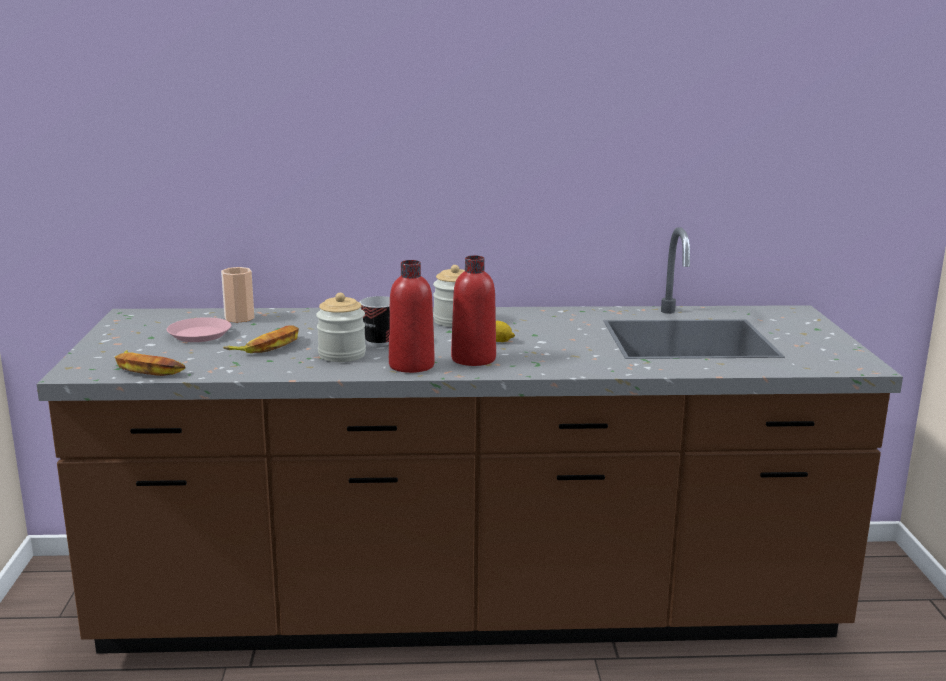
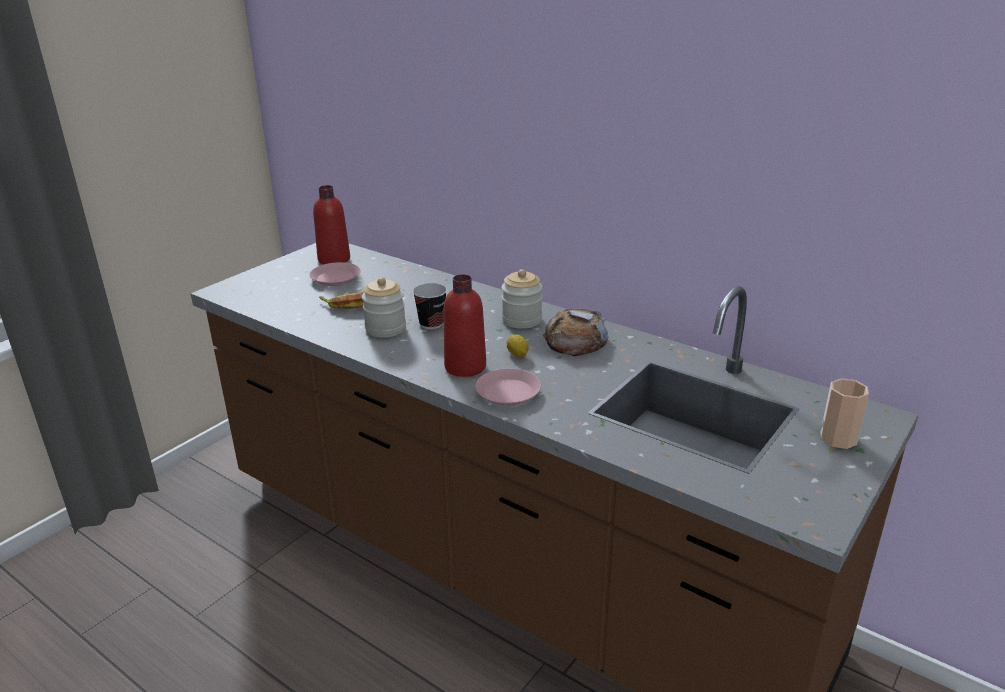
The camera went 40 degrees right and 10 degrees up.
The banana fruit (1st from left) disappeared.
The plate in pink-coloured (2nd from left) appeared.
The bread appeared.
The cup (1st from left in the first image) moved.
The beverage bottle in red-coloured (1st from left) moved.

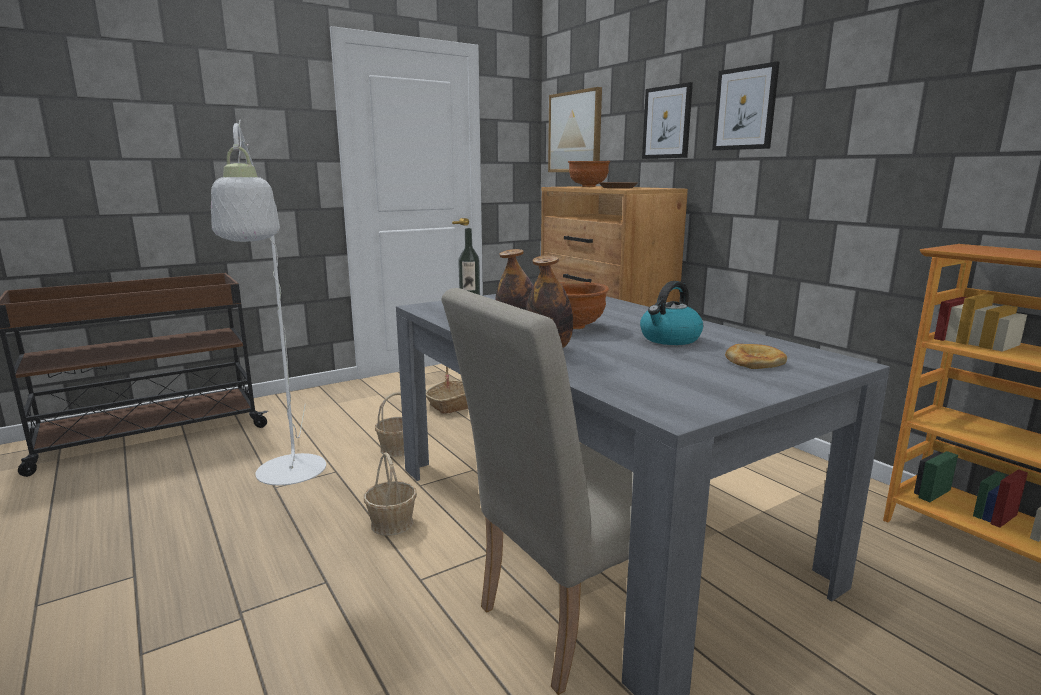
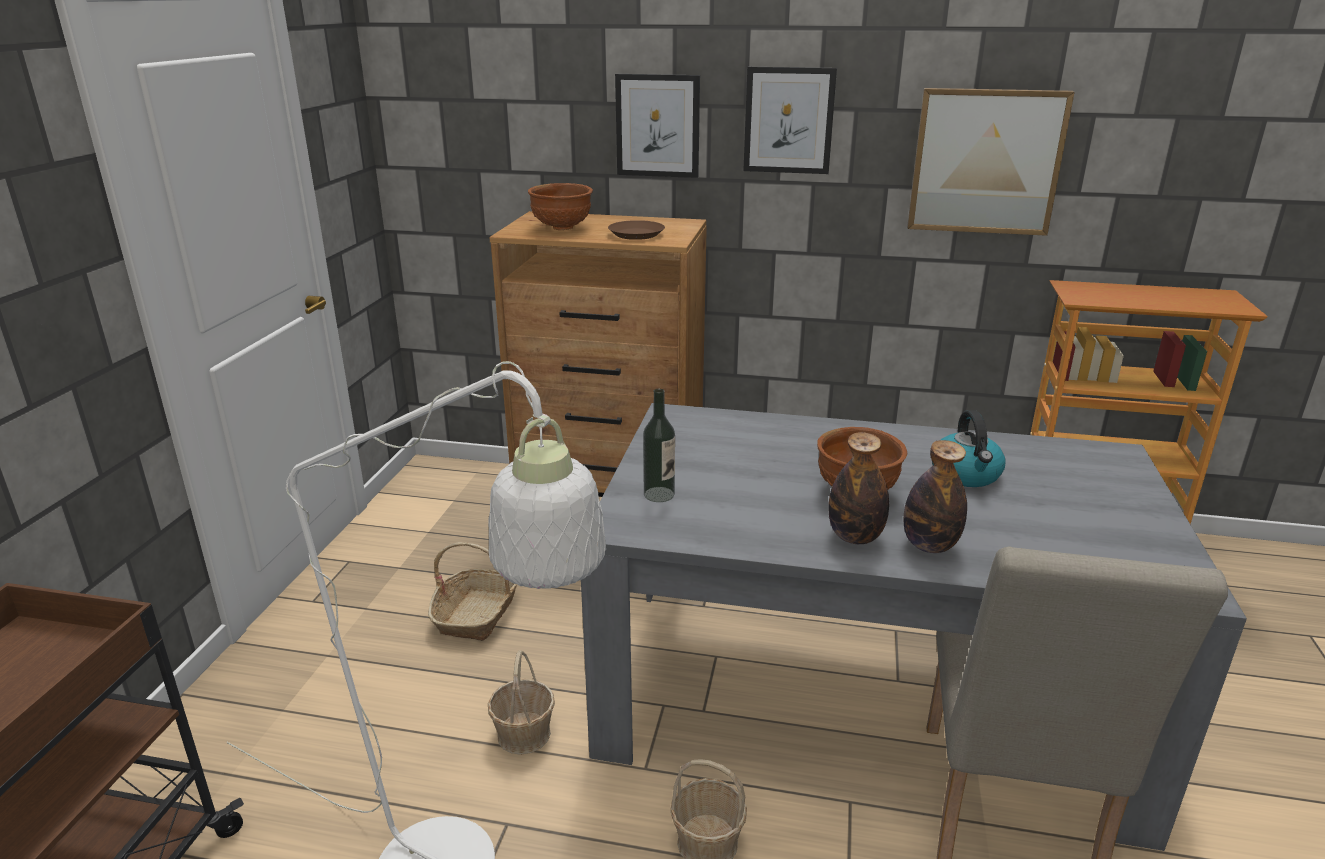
The camera went 45 degrees left and 10 degrees up.
The bread disappeared.
The picture (1st from left in the first image) moved.

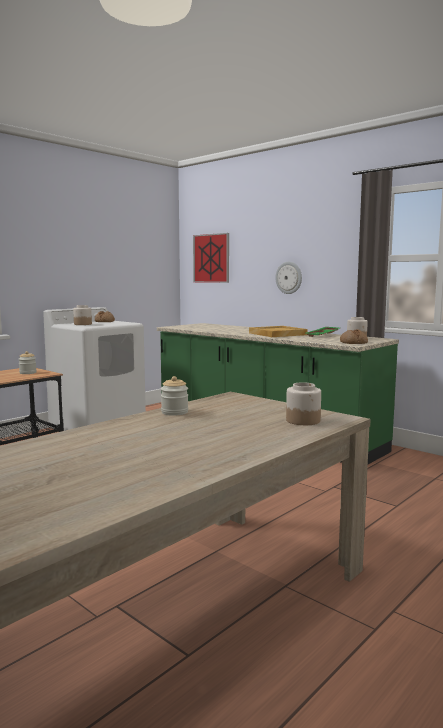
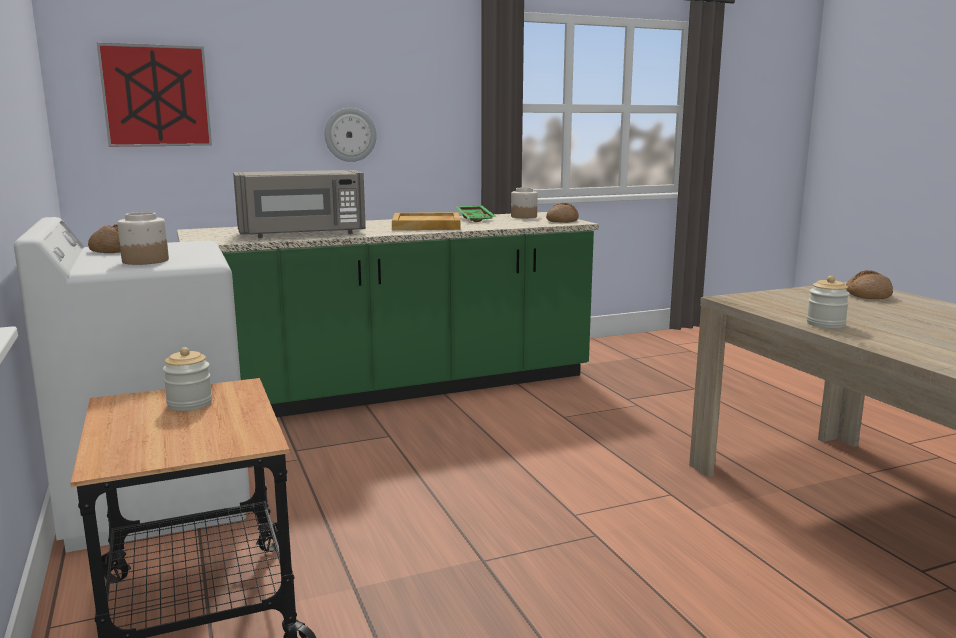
The camera went 65 degrees left and 5 degrees up.
The kitchen microwave in gray appeared.
The preserve jar (4th from left) was replaced by the bread (3rd from left).

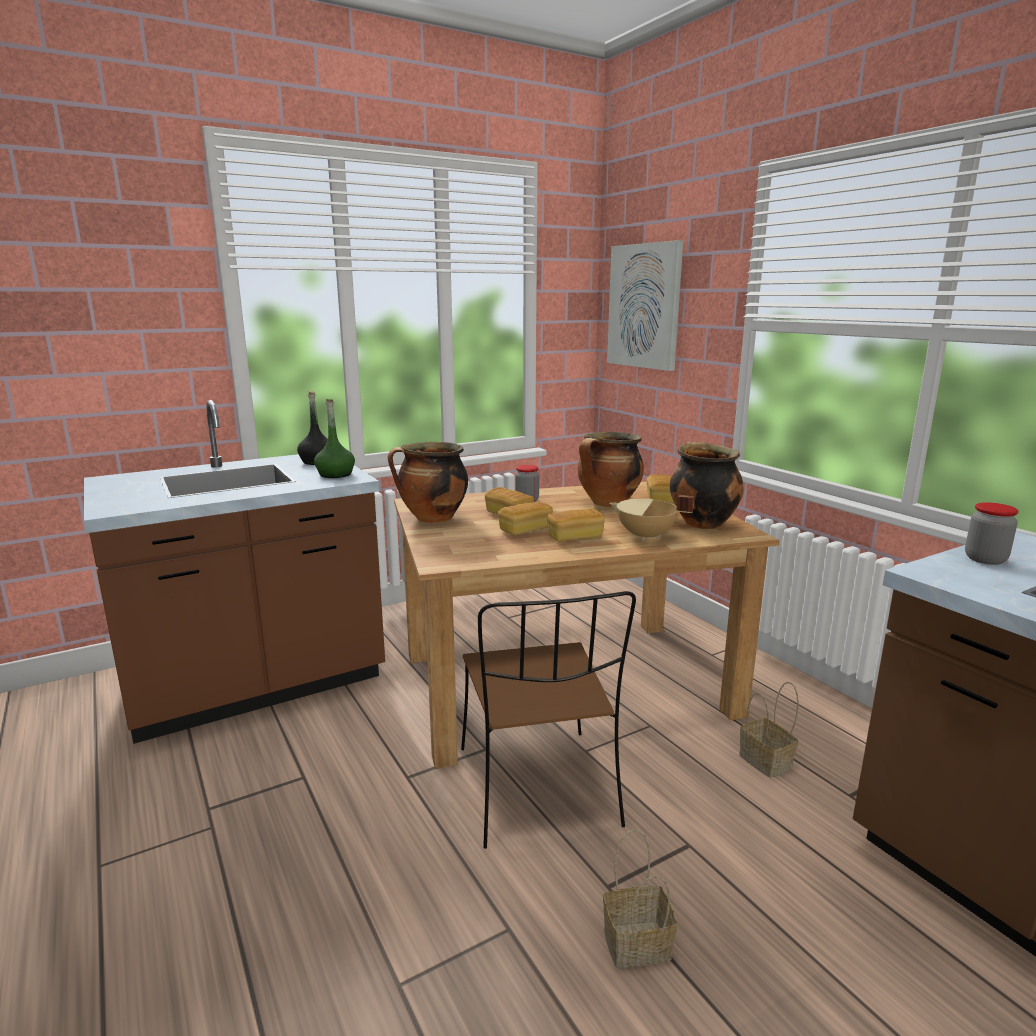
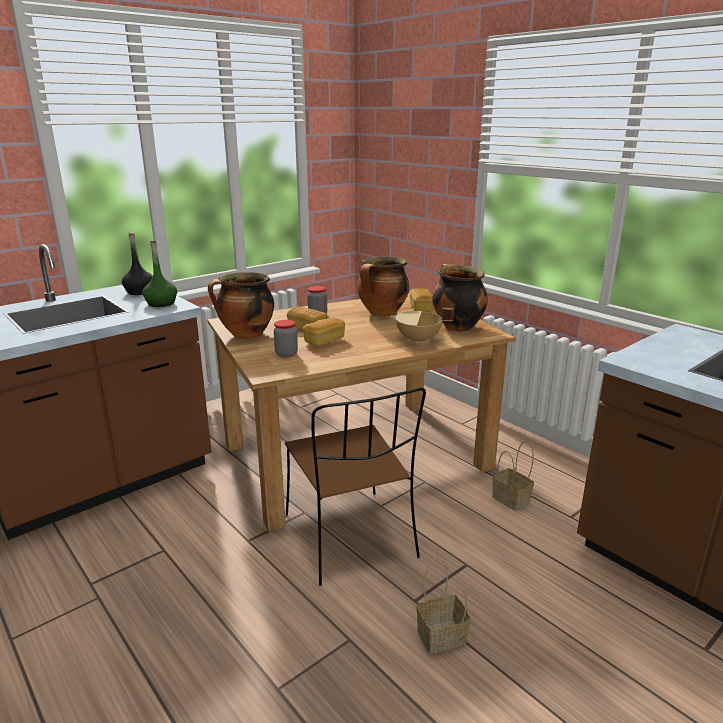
The camera went 10 degrees left and 5 degrees up.
The bread (3rd from left) disappeared.
The picture disappeared.
The preserve jar (2nd from left in the first image) moved.

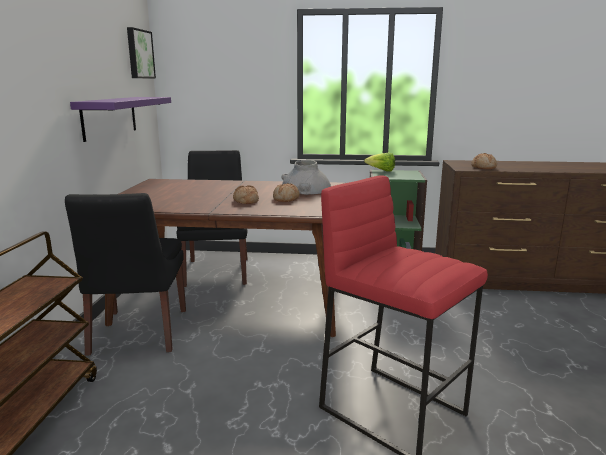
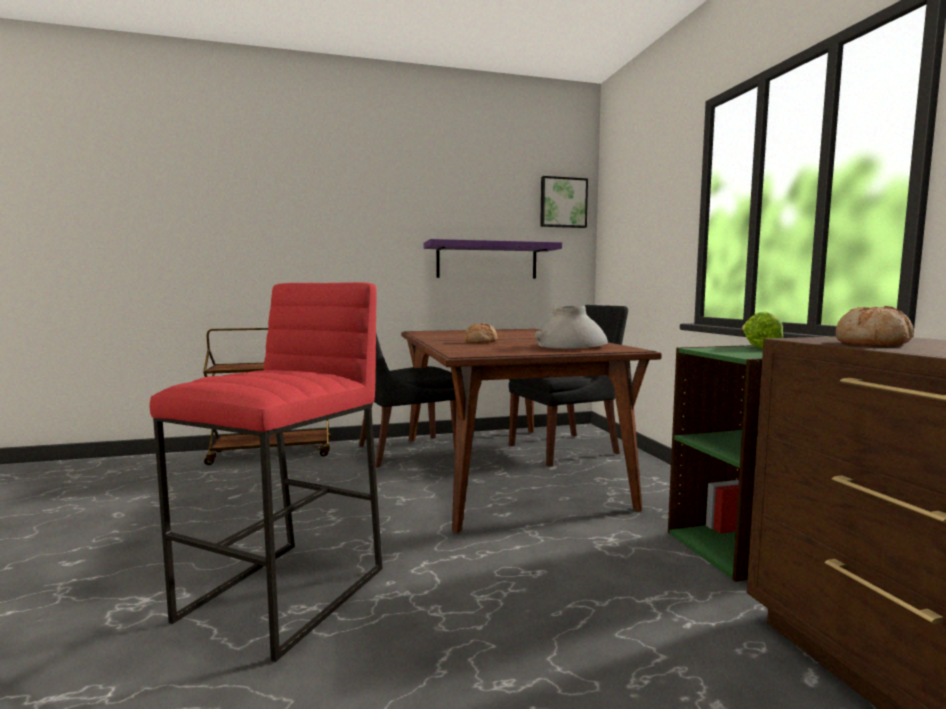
The camera went 70 degrees right and 10 degrees down.
The bread (2nd from left) disappeared.

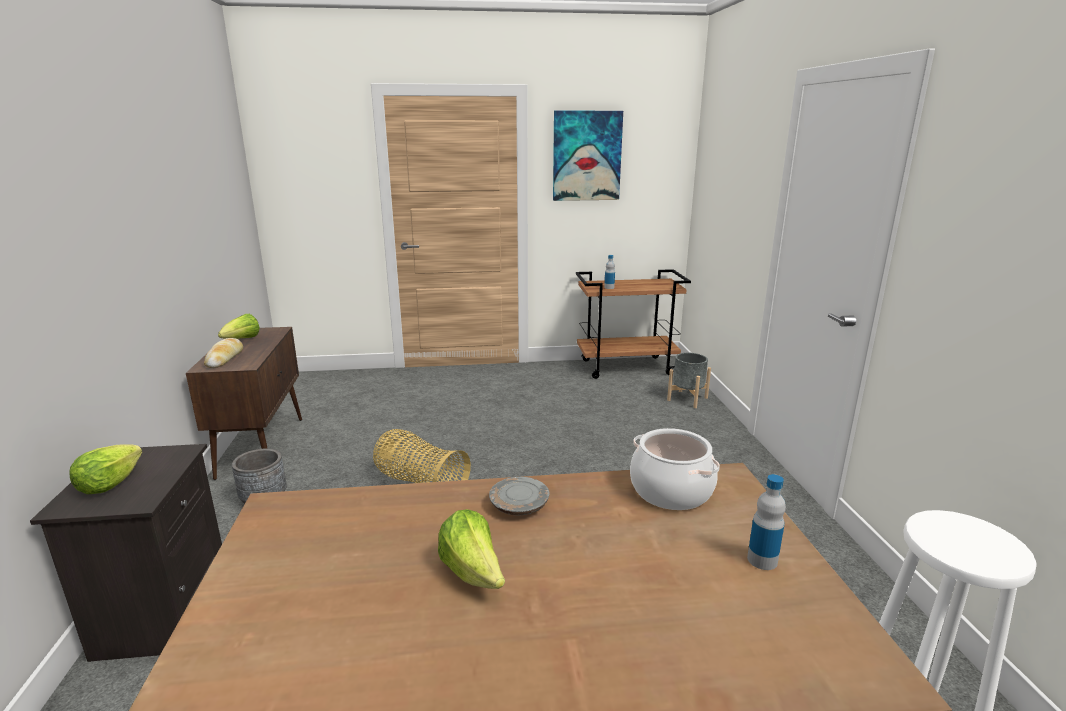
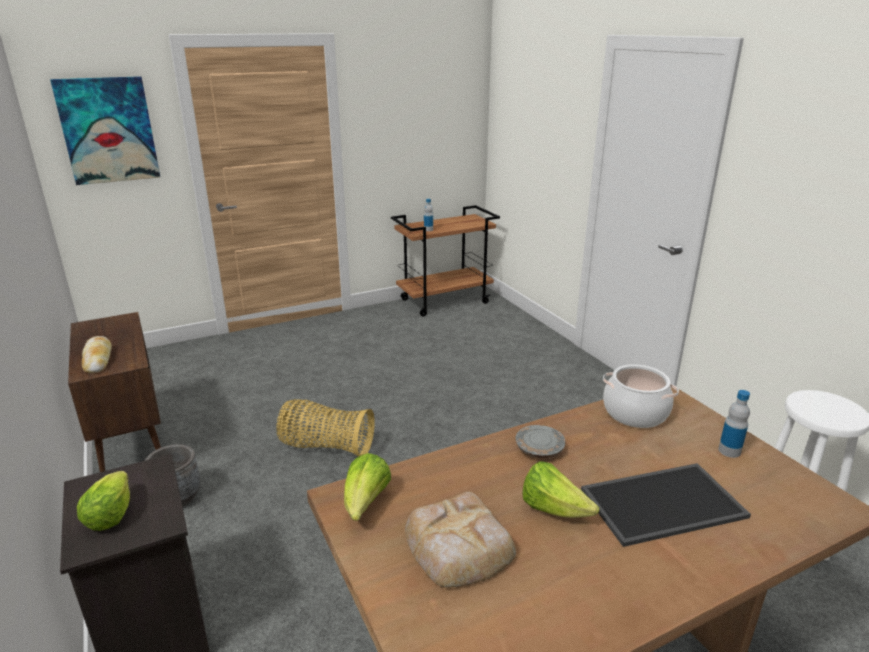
The camera went 20 degrees left and 5 degrees up.
The flower pot in gray (2nd from left) disappeared.
The bread (2nd from left) appeared.
The serving tray appeared.
The head of lettuce (2nd from left) moved.
The picture moved.

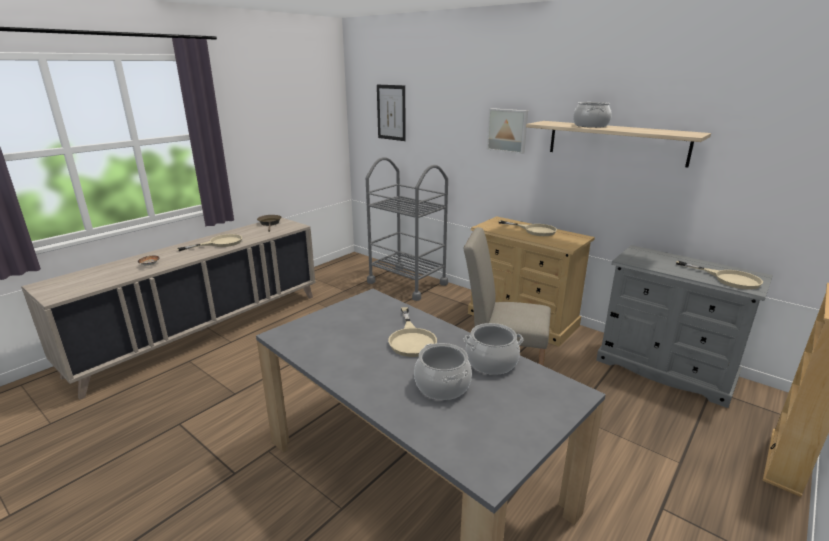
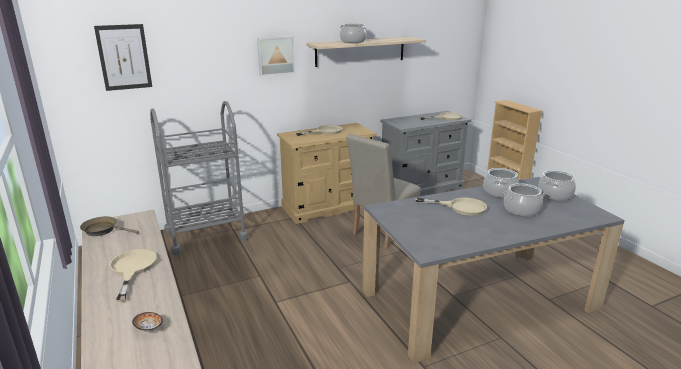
The camera went 65 degrees left and 0 degrees up.
The stockpot (4th from left) appeared.

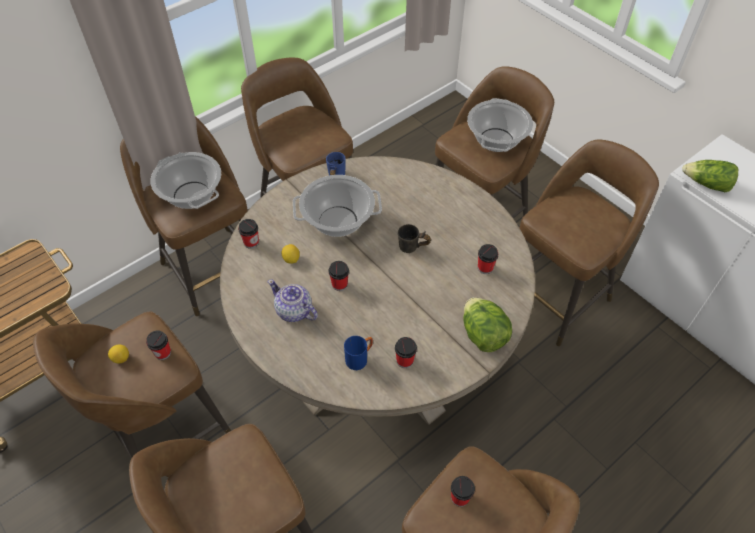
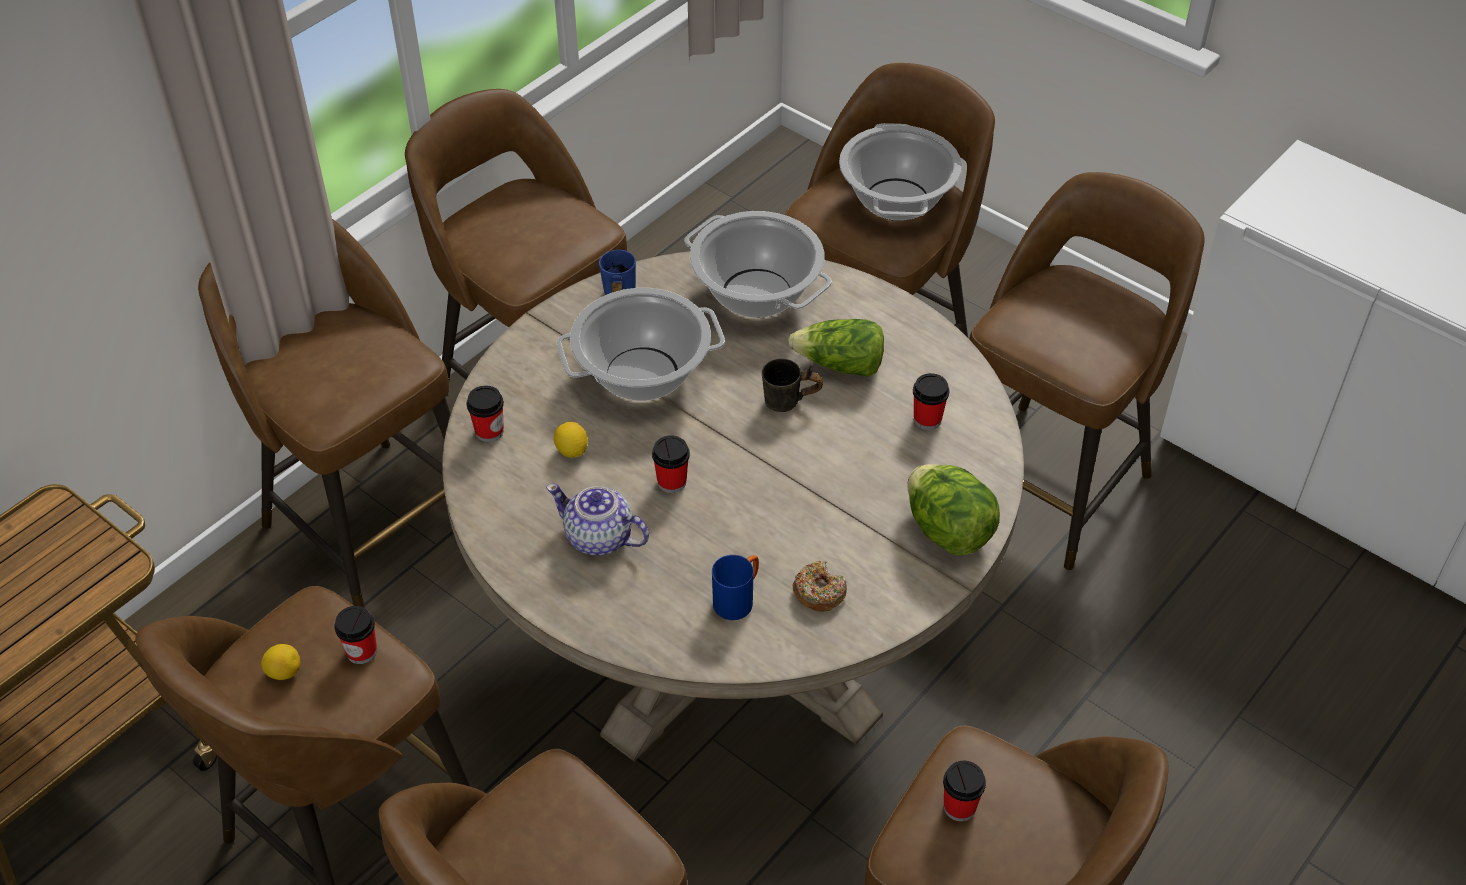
The camera went 10 degrees left and 5 degrees down.
The stockpot (1st from left in the first image) moved.
The head of lettuce (2nd from left in the first image) moved.
The cup (4th from left) was replaced by the donut.

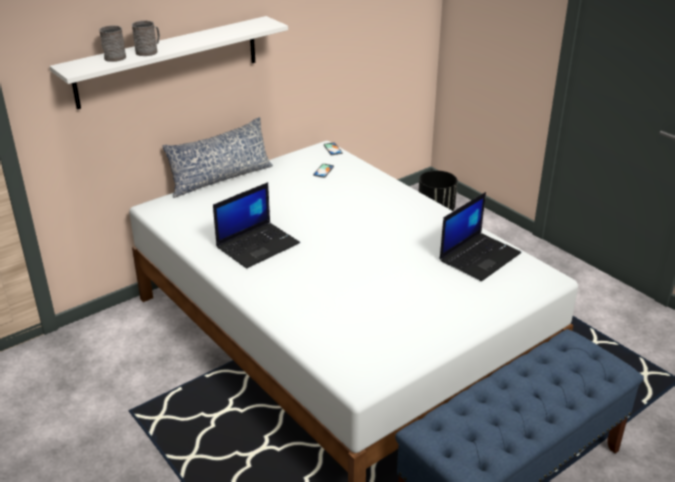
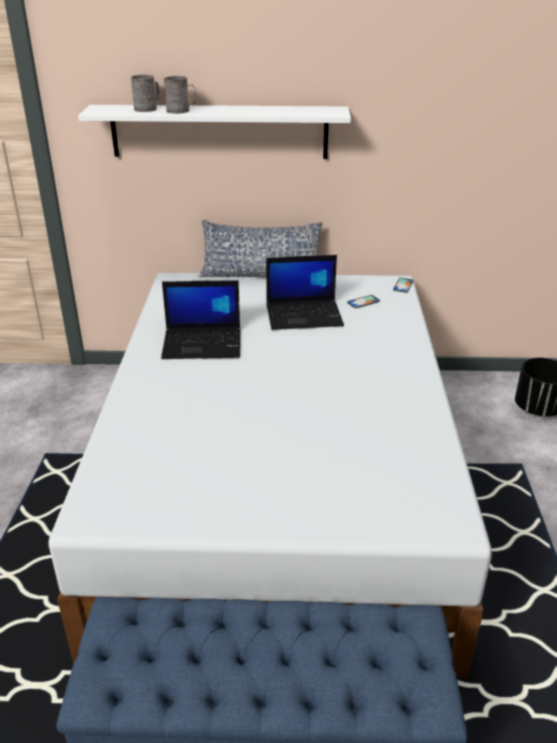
The camera went 40 degrees right and 0 degrees up.
The notebook computer (2nd from left) moved.

